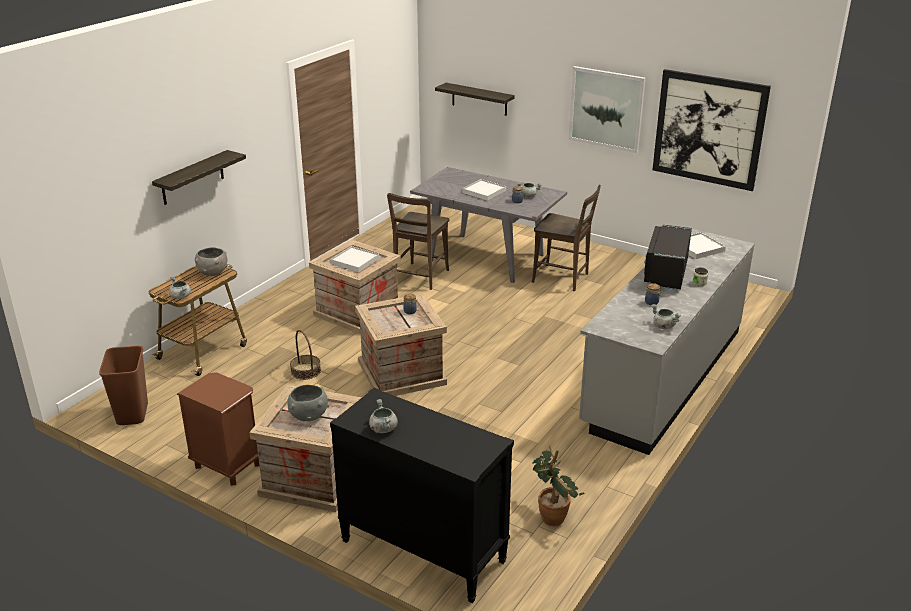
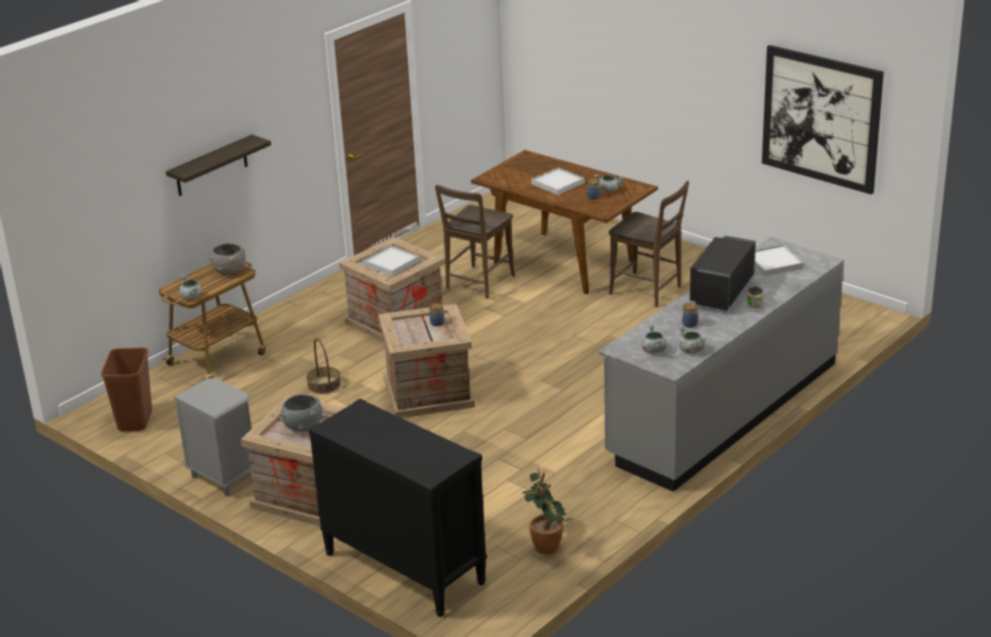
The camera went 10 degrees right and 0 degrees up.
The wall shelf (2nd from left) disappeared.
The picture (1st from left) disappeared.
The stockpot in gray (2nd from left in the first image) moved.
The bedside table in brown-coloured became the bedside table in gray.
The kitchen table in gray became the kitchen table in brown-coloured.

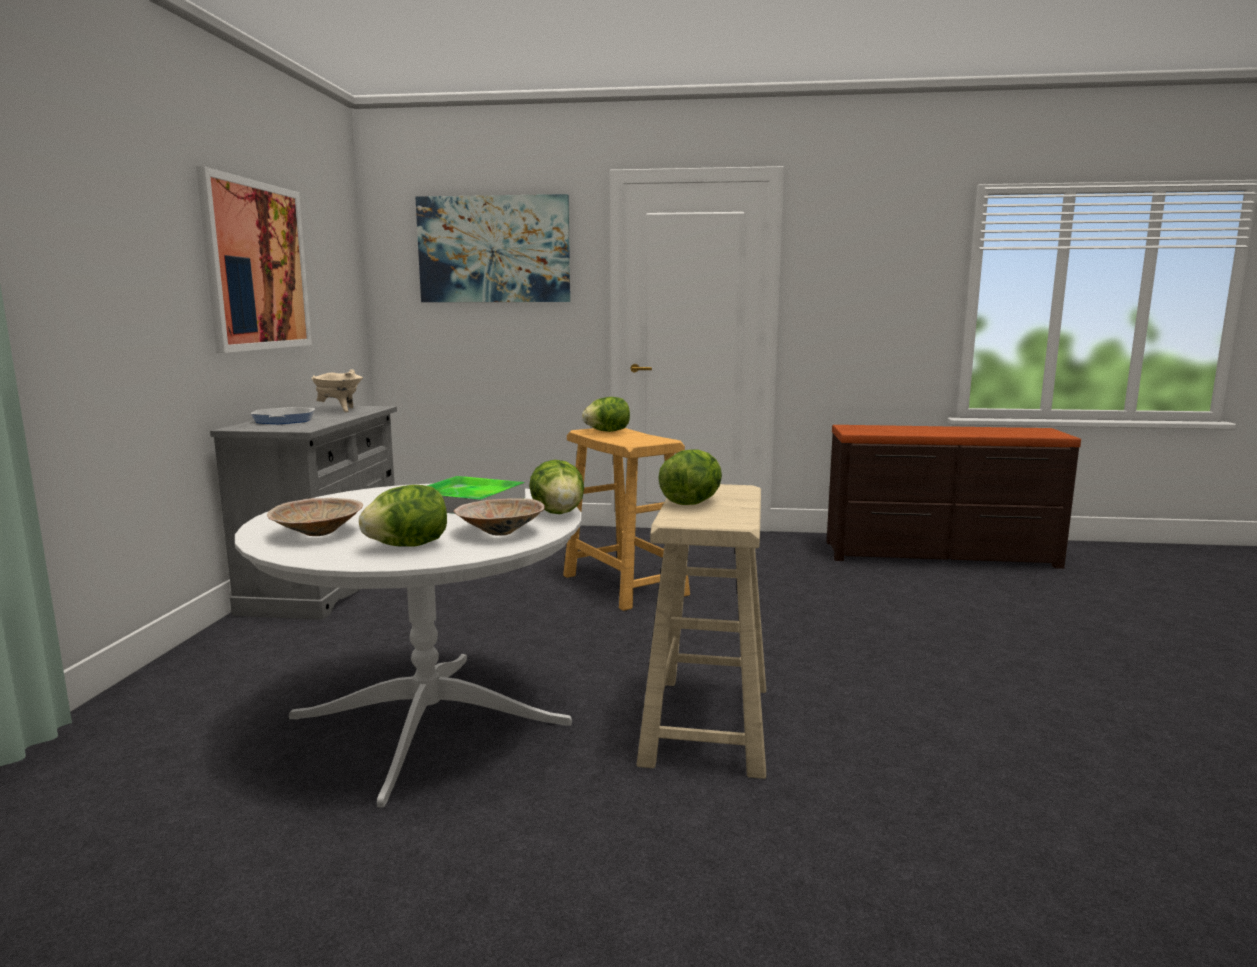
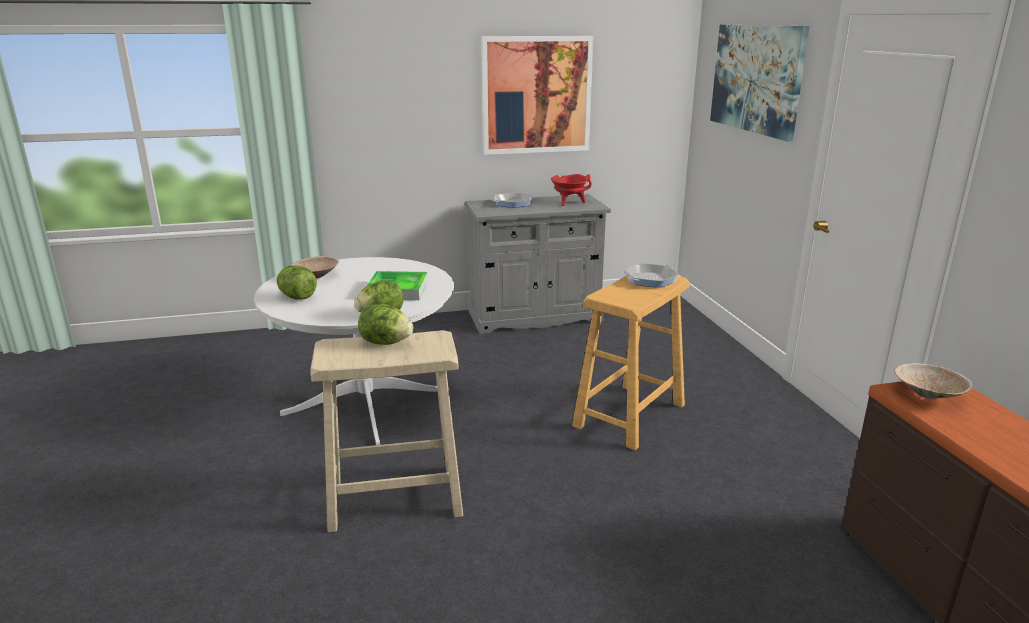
The camera went 70 degrees right and 10 degrees up.
The bowl in beige (2nd from left) moved.
The head of lettuce (3rd from left) was replaced by the pan (2nd from left).
The stockpot in beige became the stockpot in red-coloured.

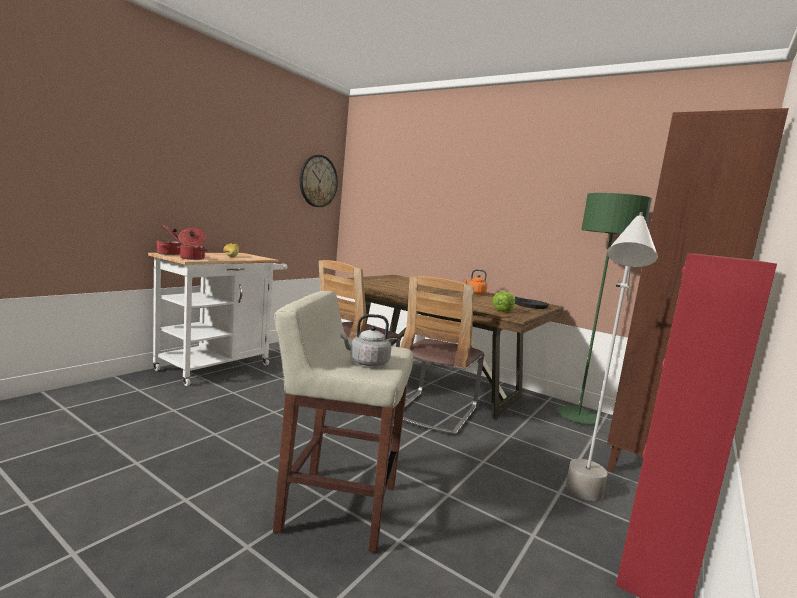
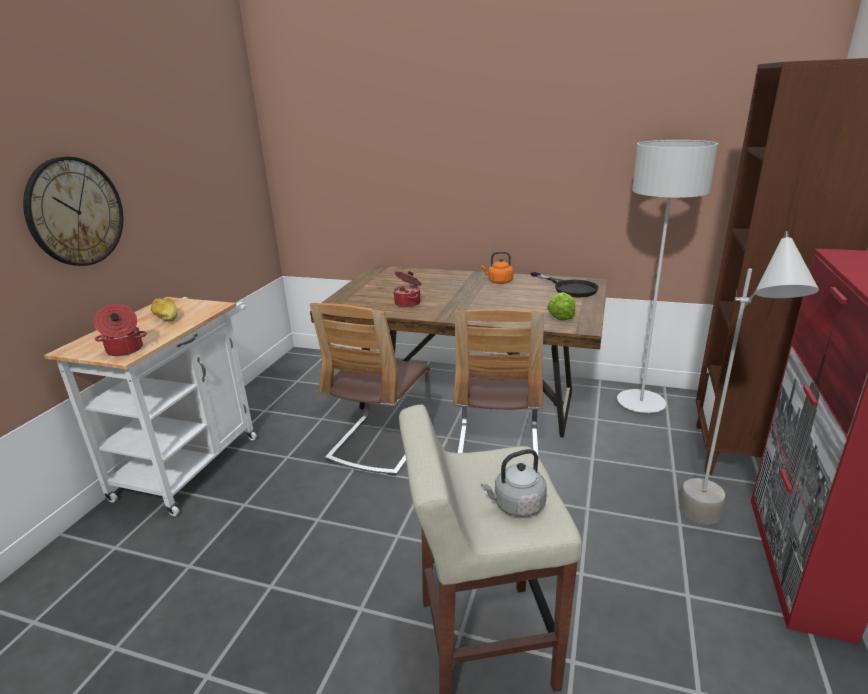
The camera went 15 degrees left and 15 degrees up.
The stockpot (1st from left in the first image) moved.
The clock on the wall moved.
The standing lamp in green became the standing lamp in gray (1st from left).

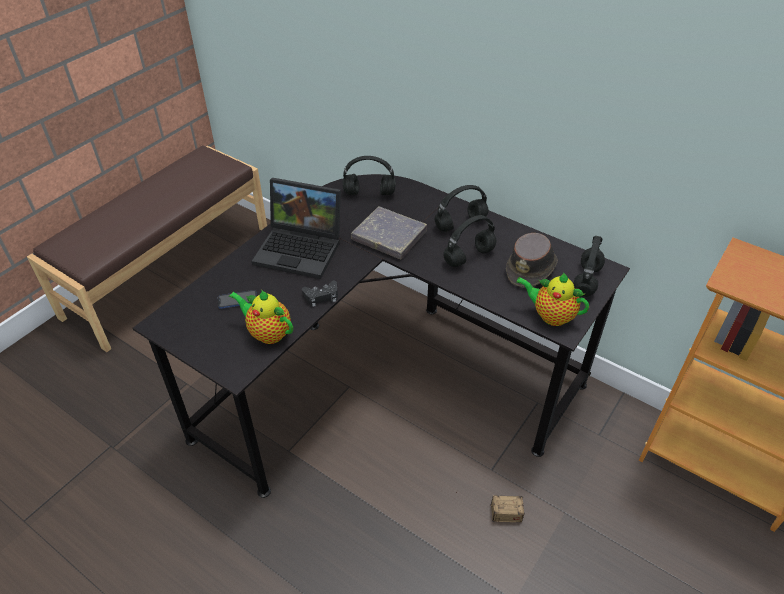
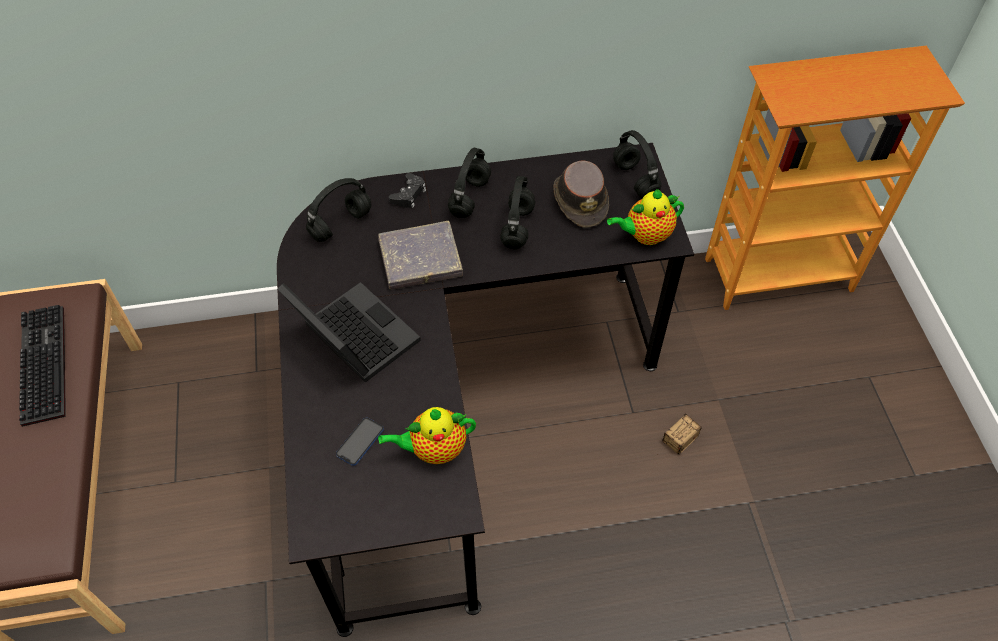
The camera went 45 degrees left and 10 degrees up.
The keyboard appeared.
The joypad in black-coloured moved.
The notebook computer turned 105 degrees counterclockwise.

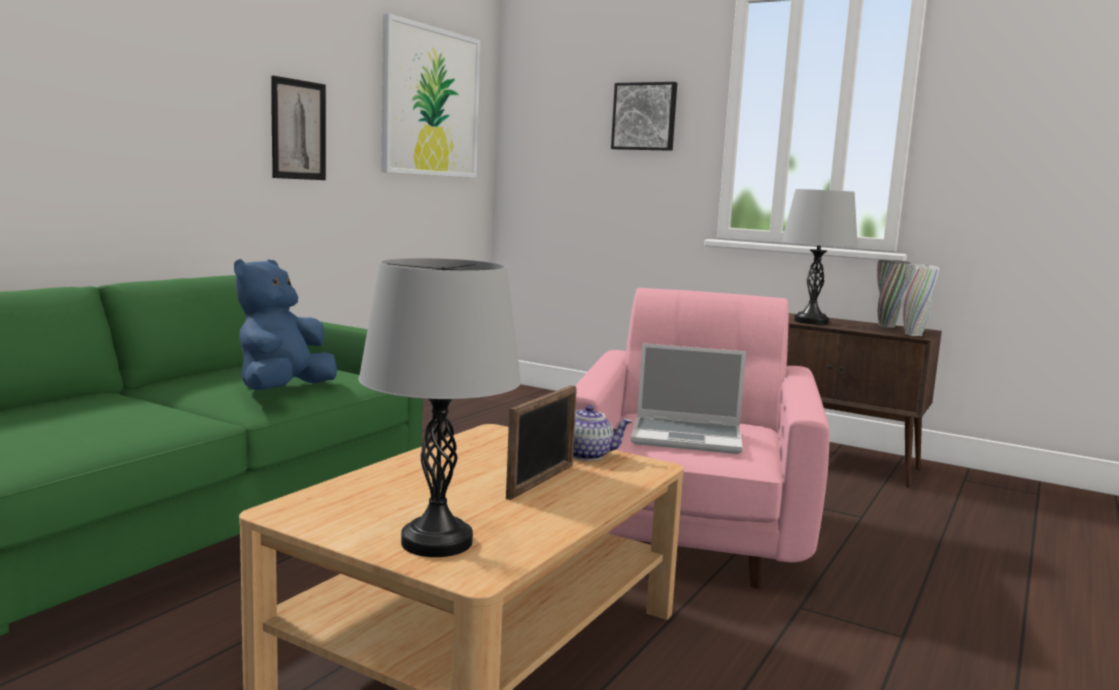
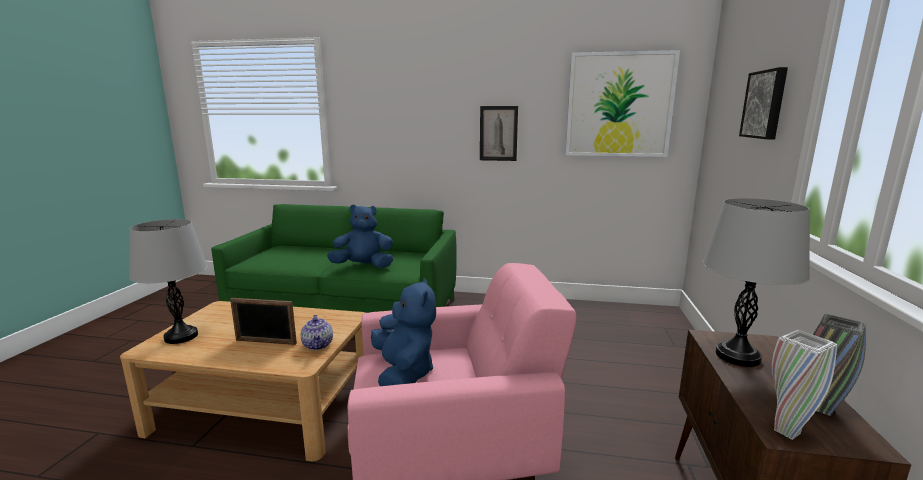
The camera went 70 degrees right and 5 degrees up.
The notebook computer was replaced by the cuddly toy in blue (2nd from left).

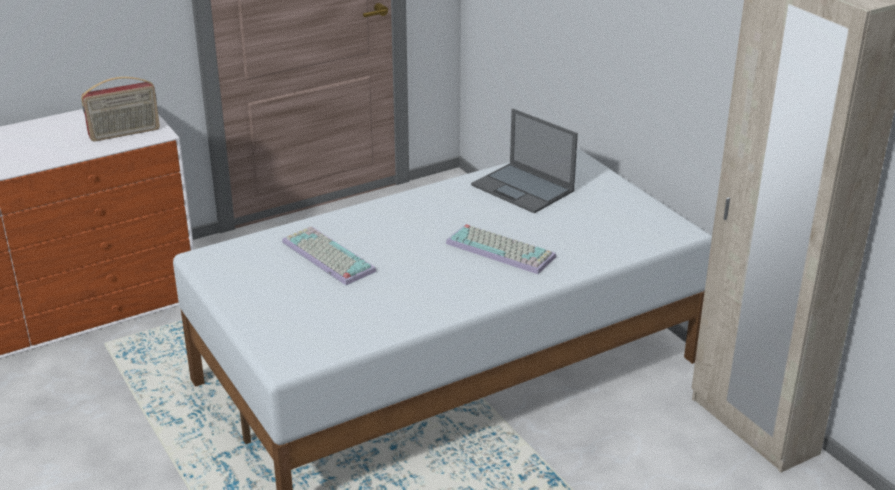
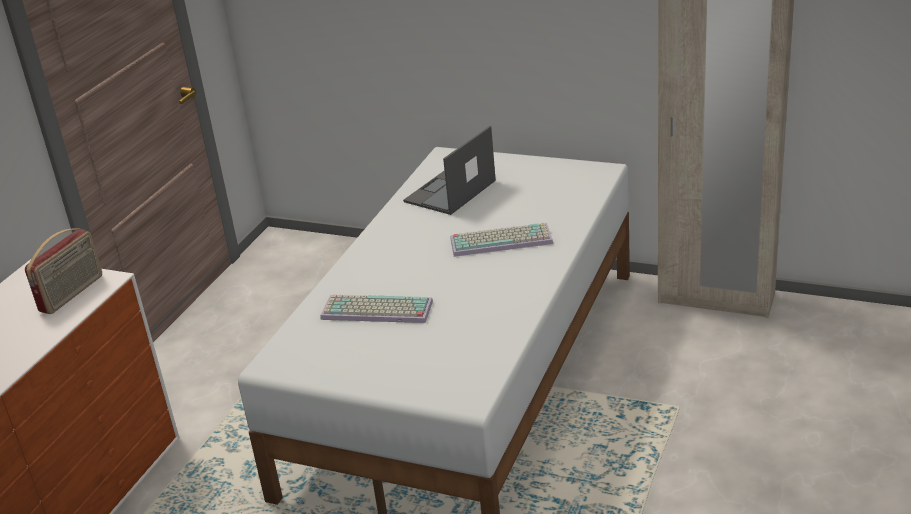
The camera went 35 degrees left and 0 degrees up.
The notebook computer turned 120 degrees clockwise.

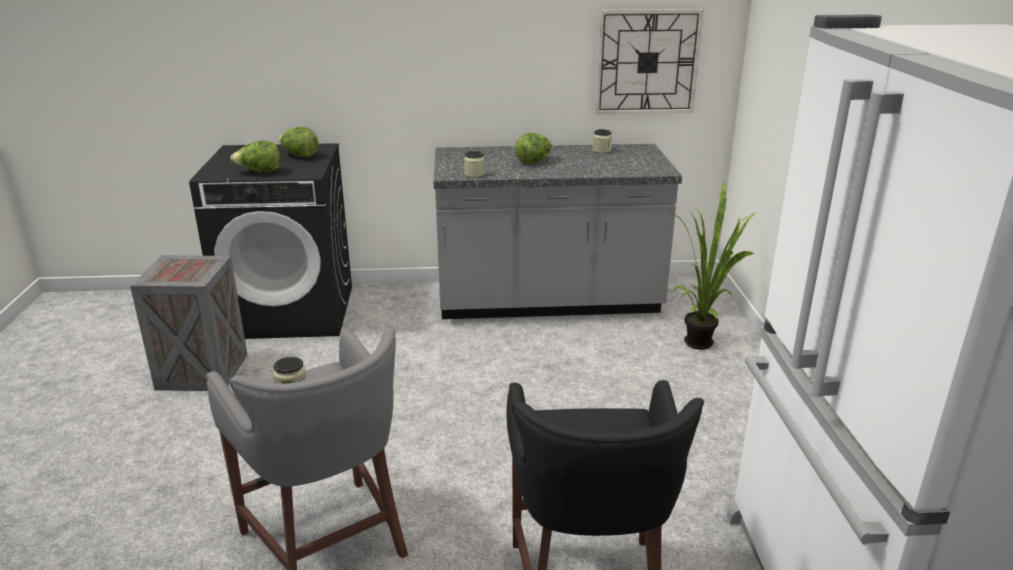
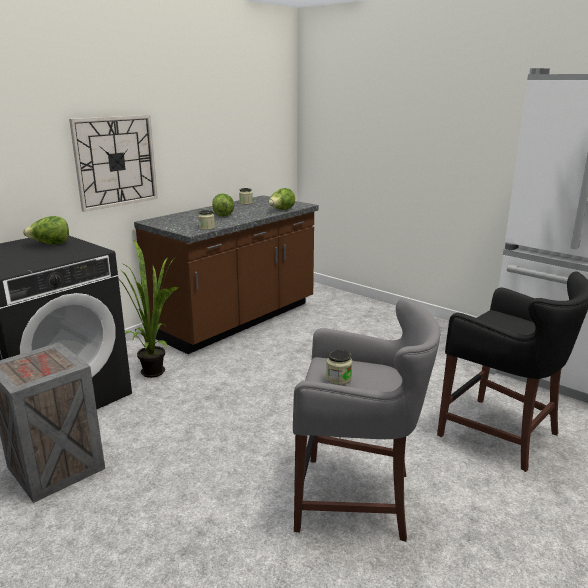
The camera went 45 degrees left and 5 degrees down.
The head of lettuce (1st from left in the first image) moved.
The clock on the wall moved.
The houseplant moved.
The kitchen base unit in gray became the kitchen base unit in brown-coloured.

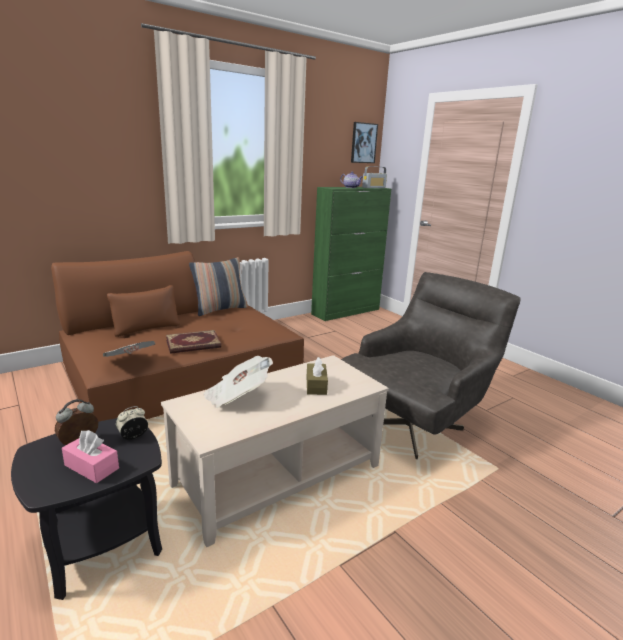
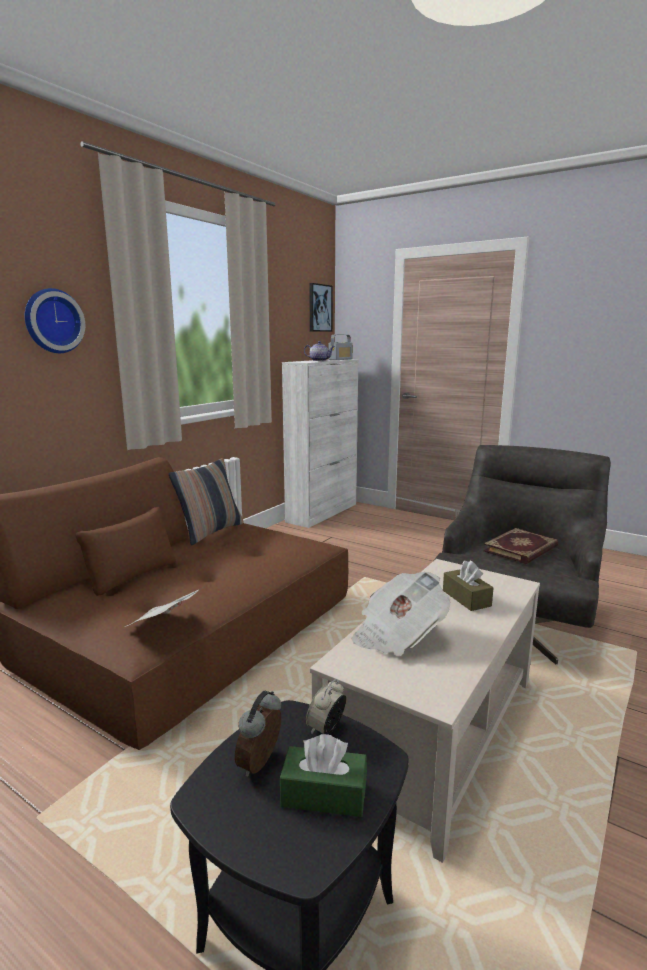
The camera went 20 degrees left and 5 degrees down.
The clock on the wall appeared.
The book moved.
The tissue holder in pink-coloured became the tissue holder in green.
The cupboard in green became the cupboard in whitish.

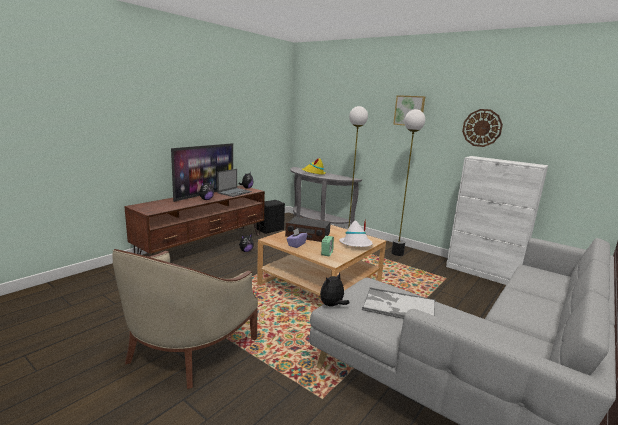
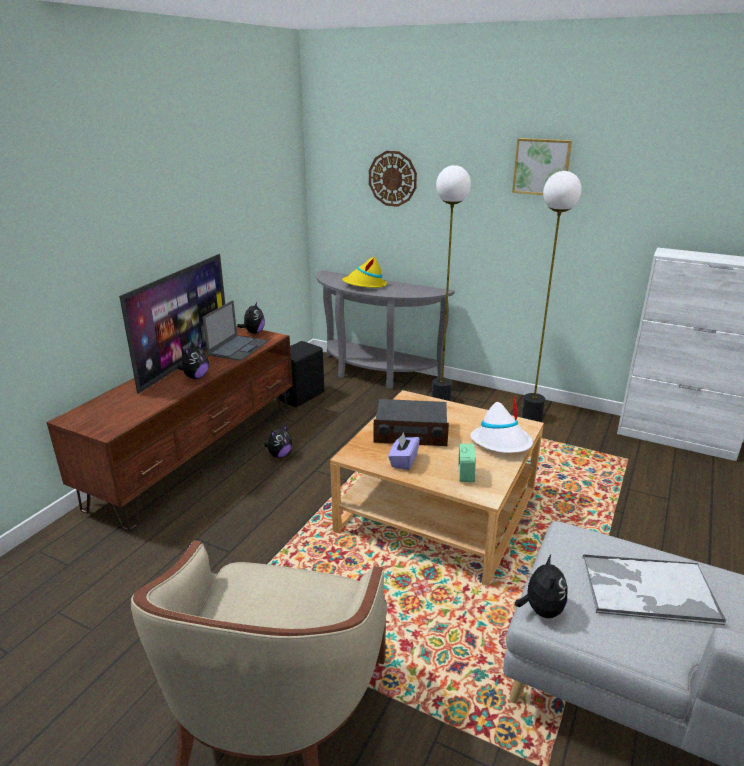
The camera went 10 degrees left and 10 degrees up.
The clock on the wall moved.
The cuddly toy (4th from left) turned 150 degrees clockwise.

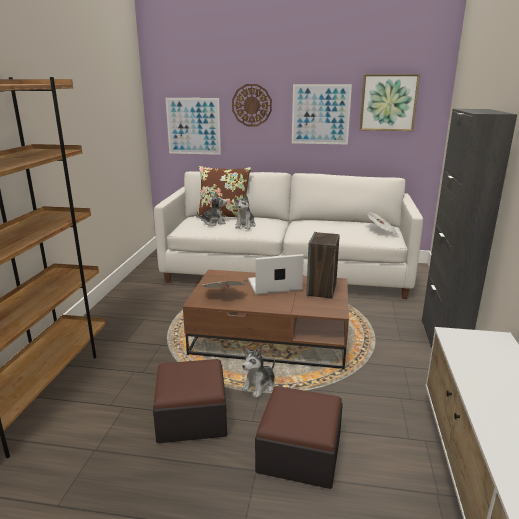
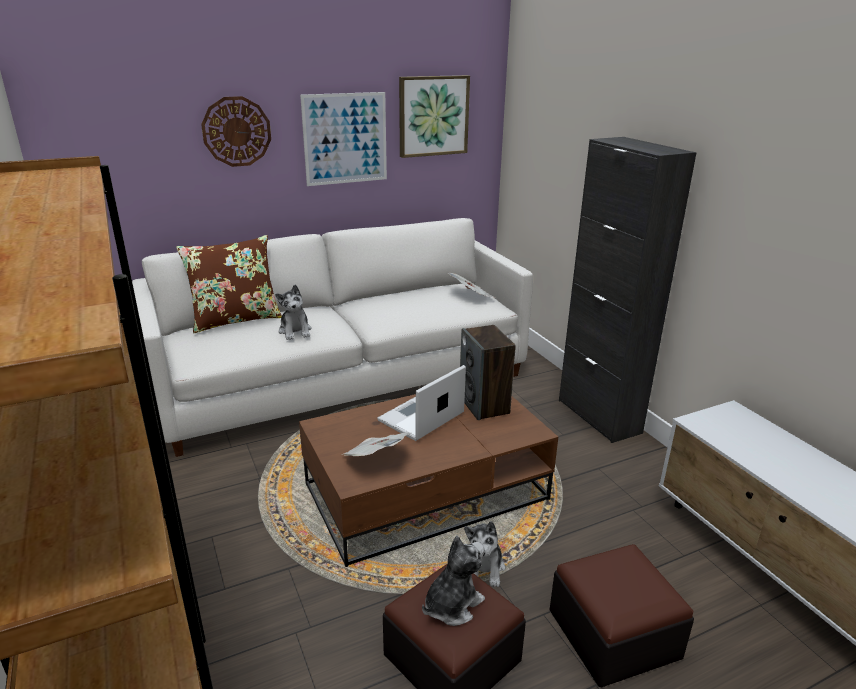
The camera went 35 degrees left and 5 degrees up.
The picture (1st from left) disappeared.
The cuddly toy (1st from left in the first image) moved.

